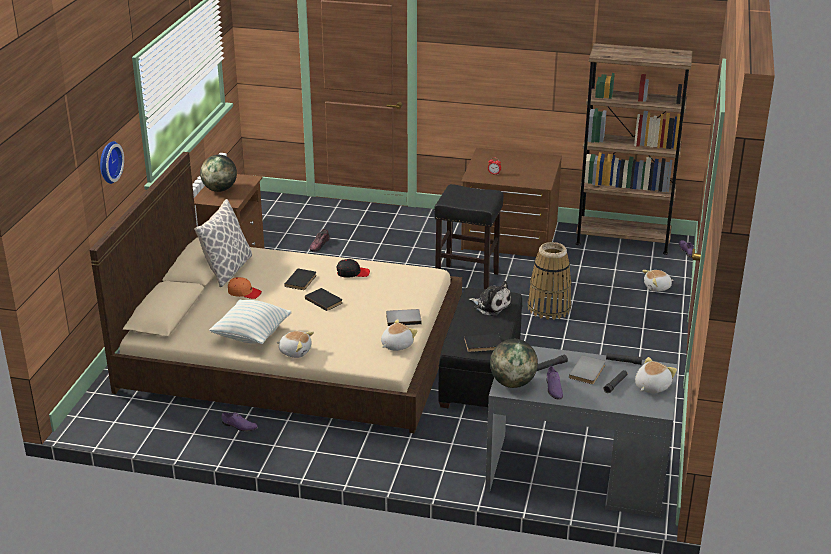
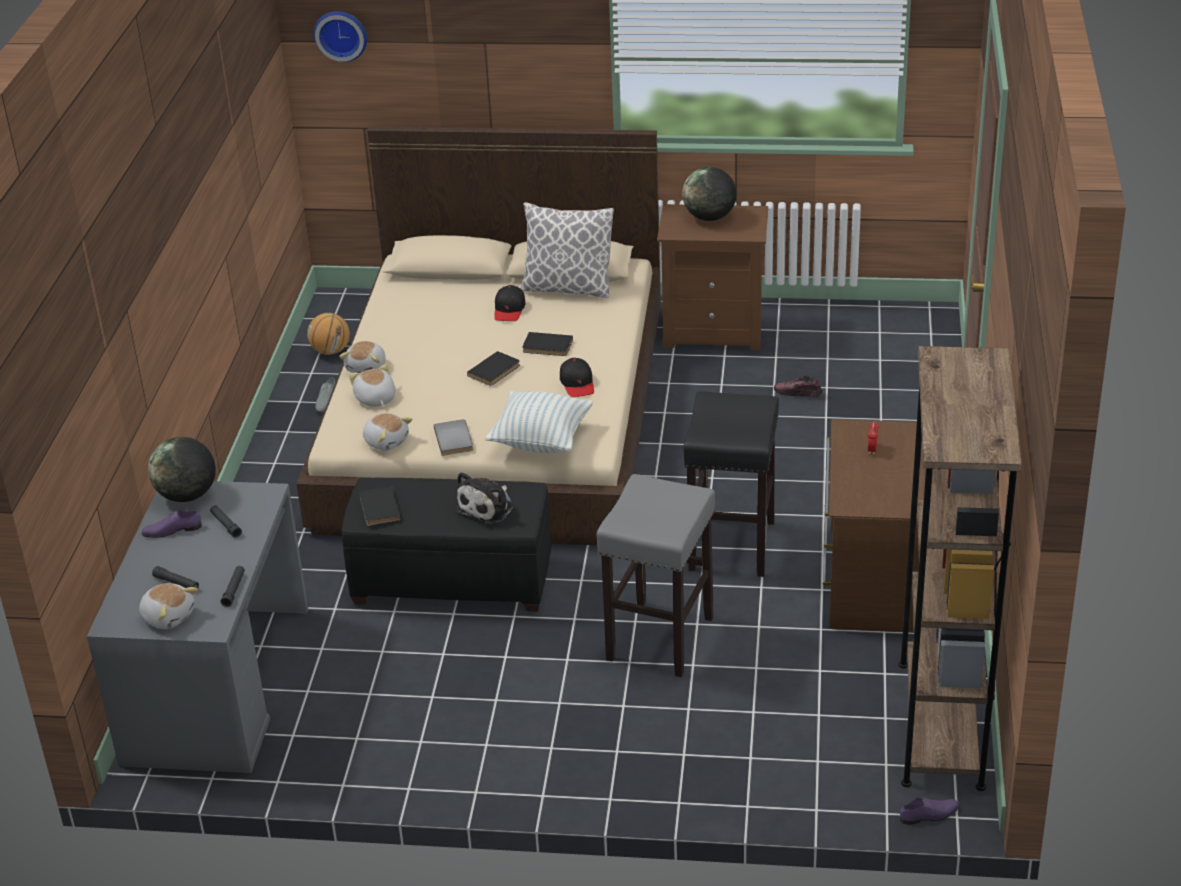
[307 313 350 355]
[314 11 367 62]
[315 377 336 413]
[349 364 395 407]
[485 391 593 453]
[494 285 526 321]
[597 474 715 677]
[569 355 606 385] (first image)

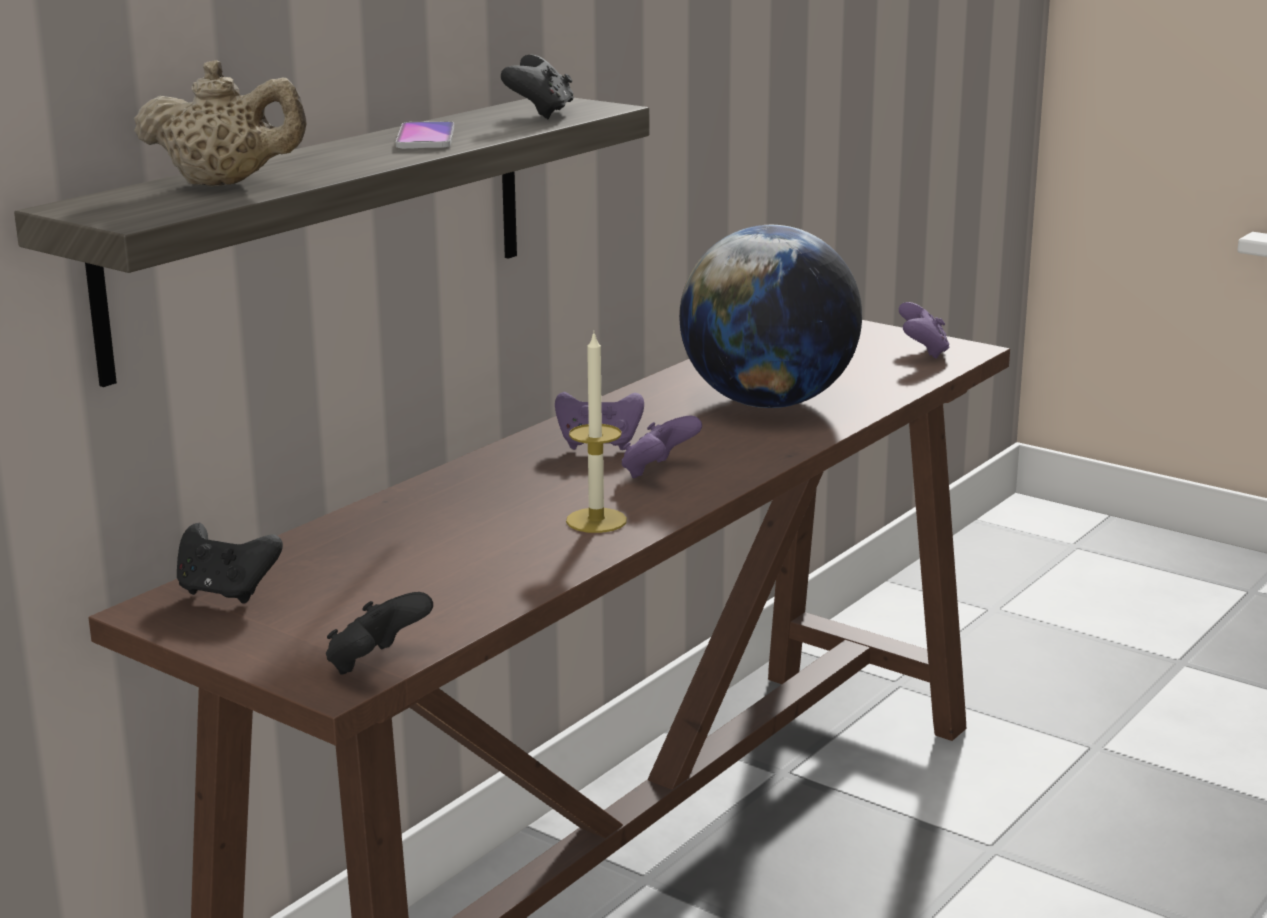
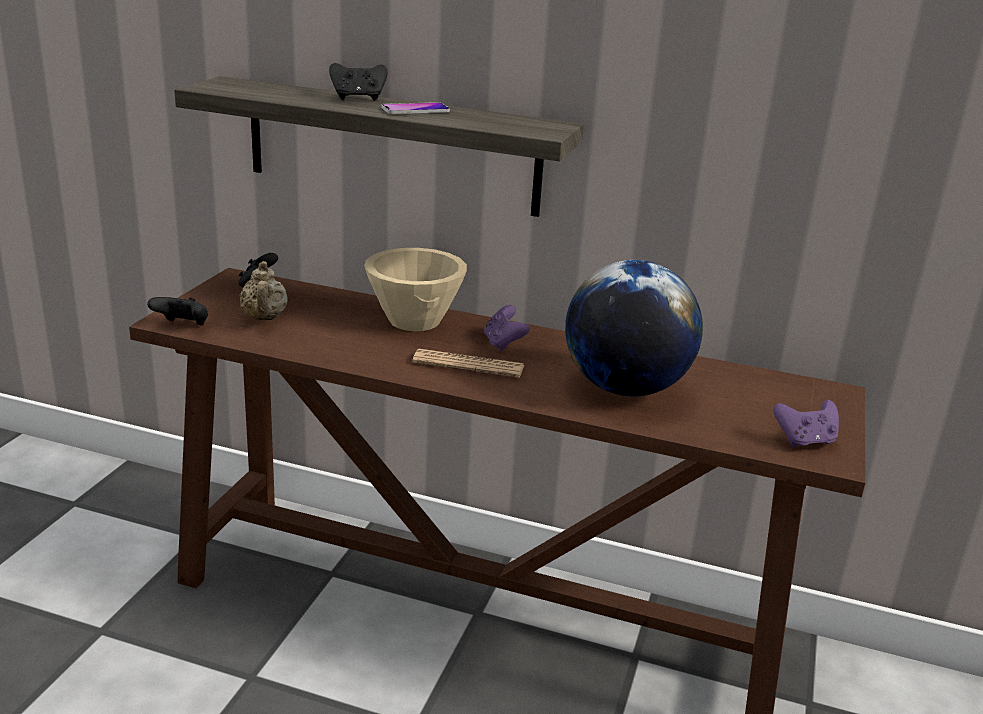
[240 261 288 320]
[329 63 388 101]
[364 248 467 331]
[412 349 524 378]
[566 332 627 533] (first image)

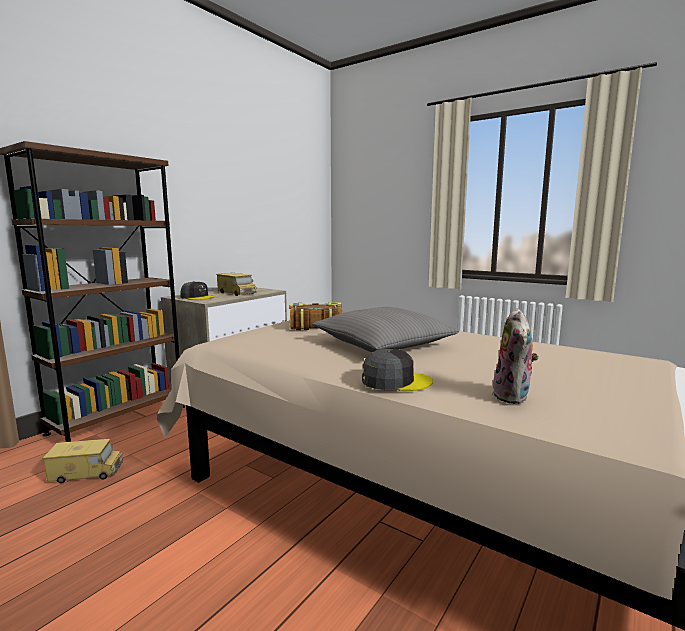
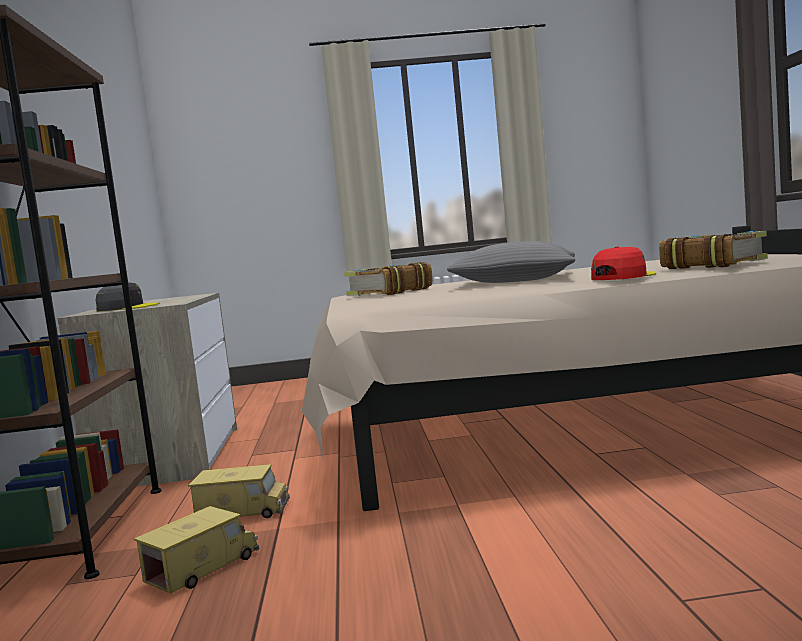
[188 464 290 518]
[591 246 656 280]
[659 231 768 269]

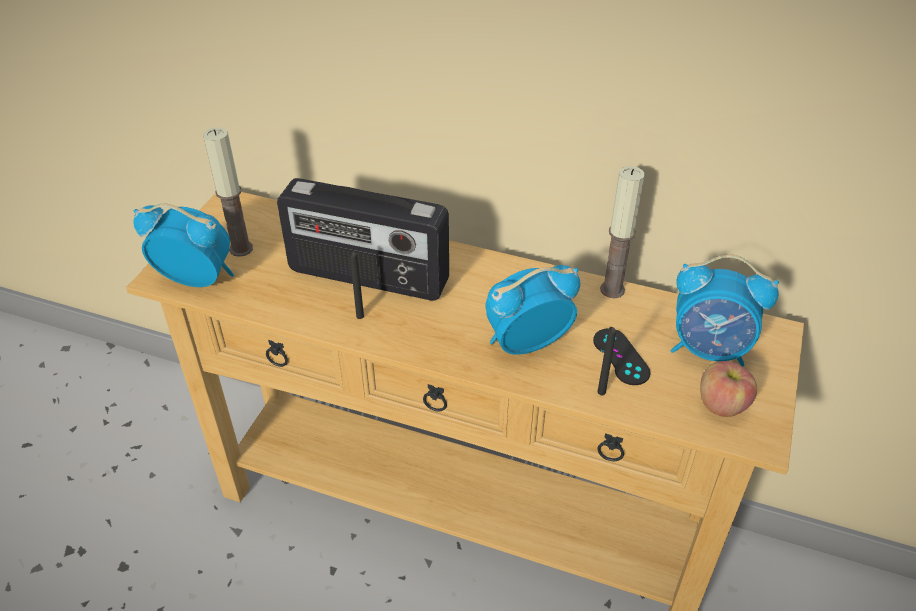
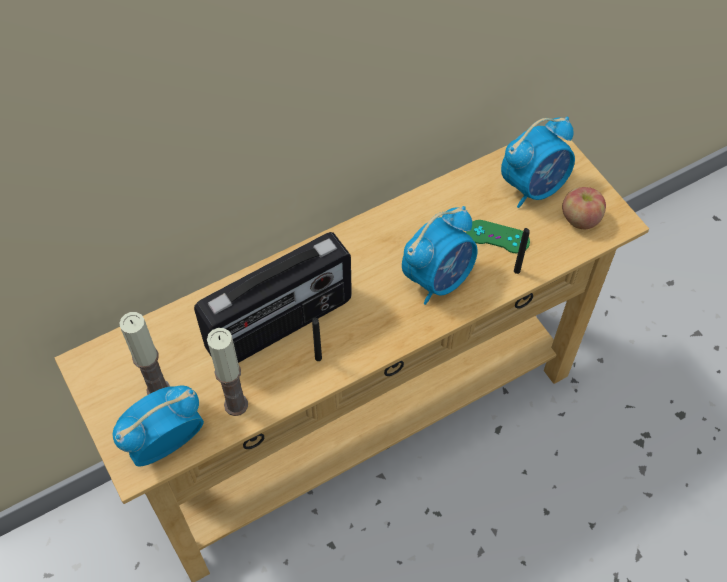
[207 328 248 416]
[402 206 478 305]
[466 220 530 253]

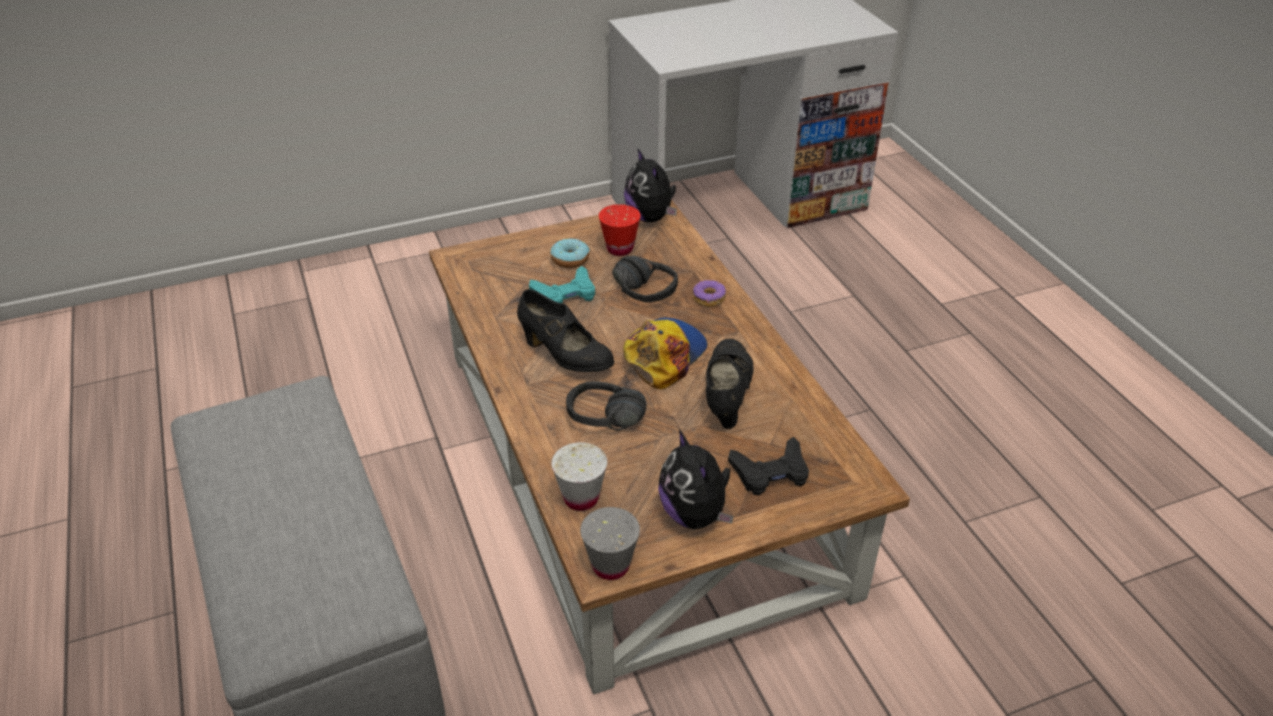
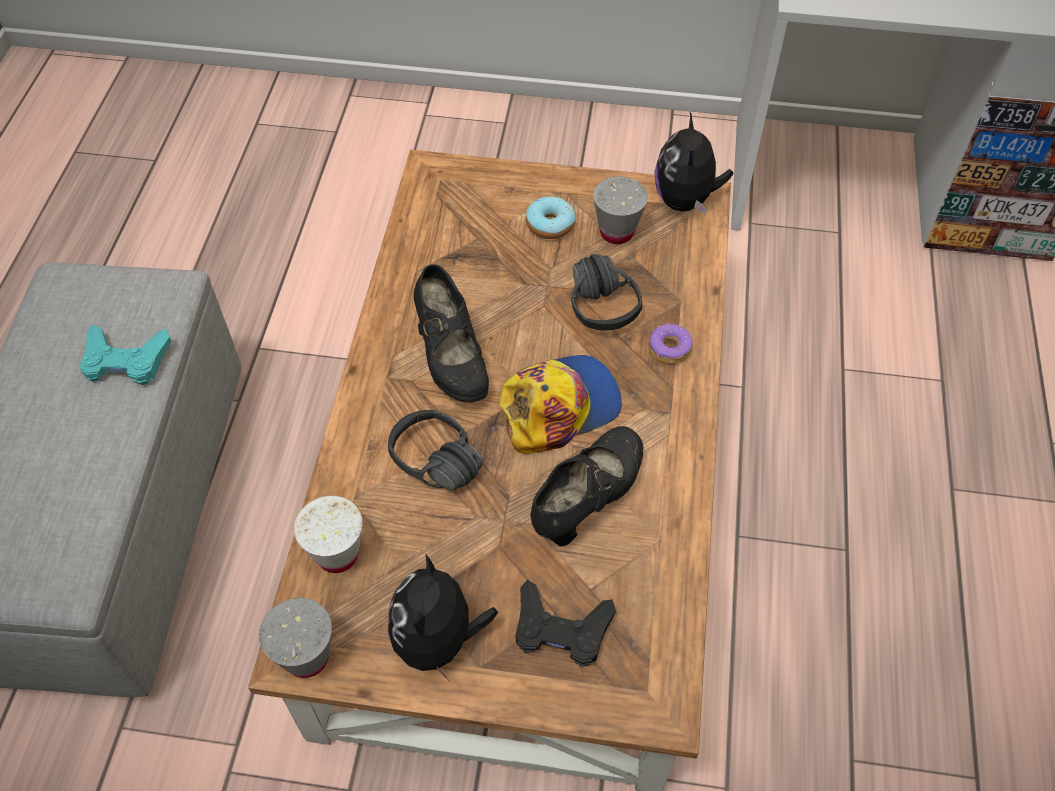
[80 325 171 385]
[593 176 648 244]

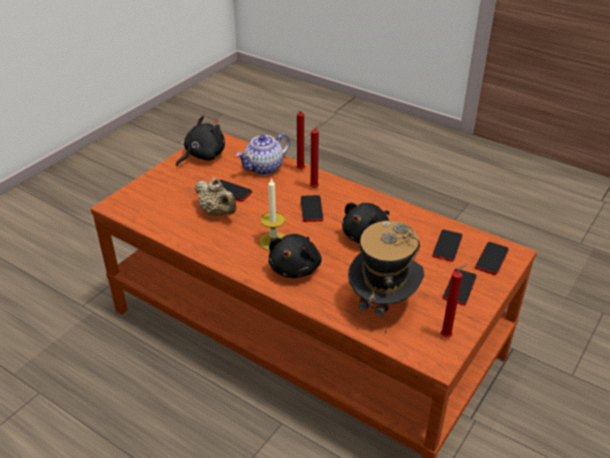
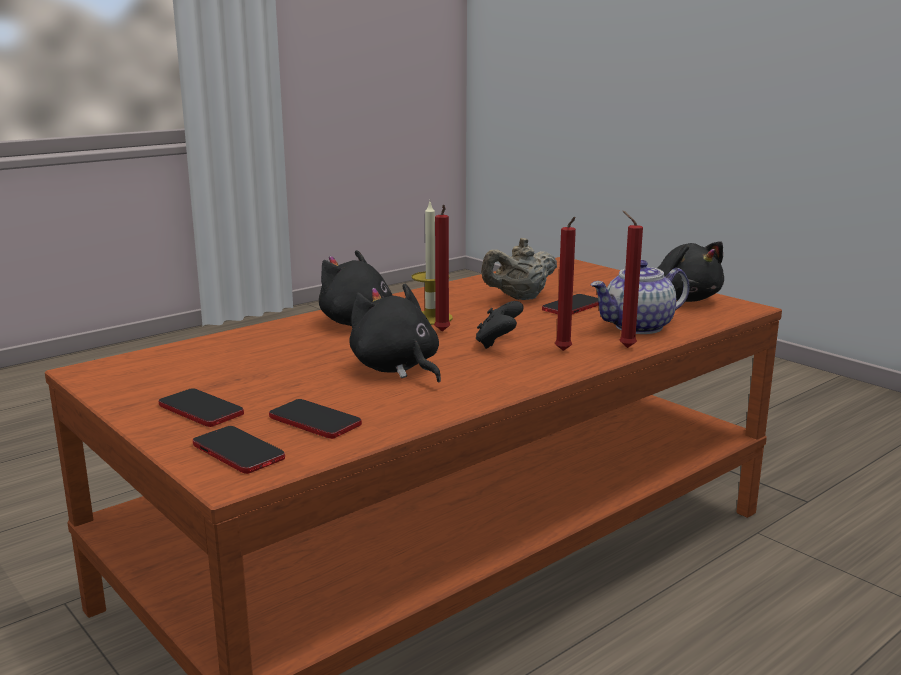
[434 205 450 331]
[476 301 524 349]
[590 260 690 334]
[348 221 424 334] (first image)

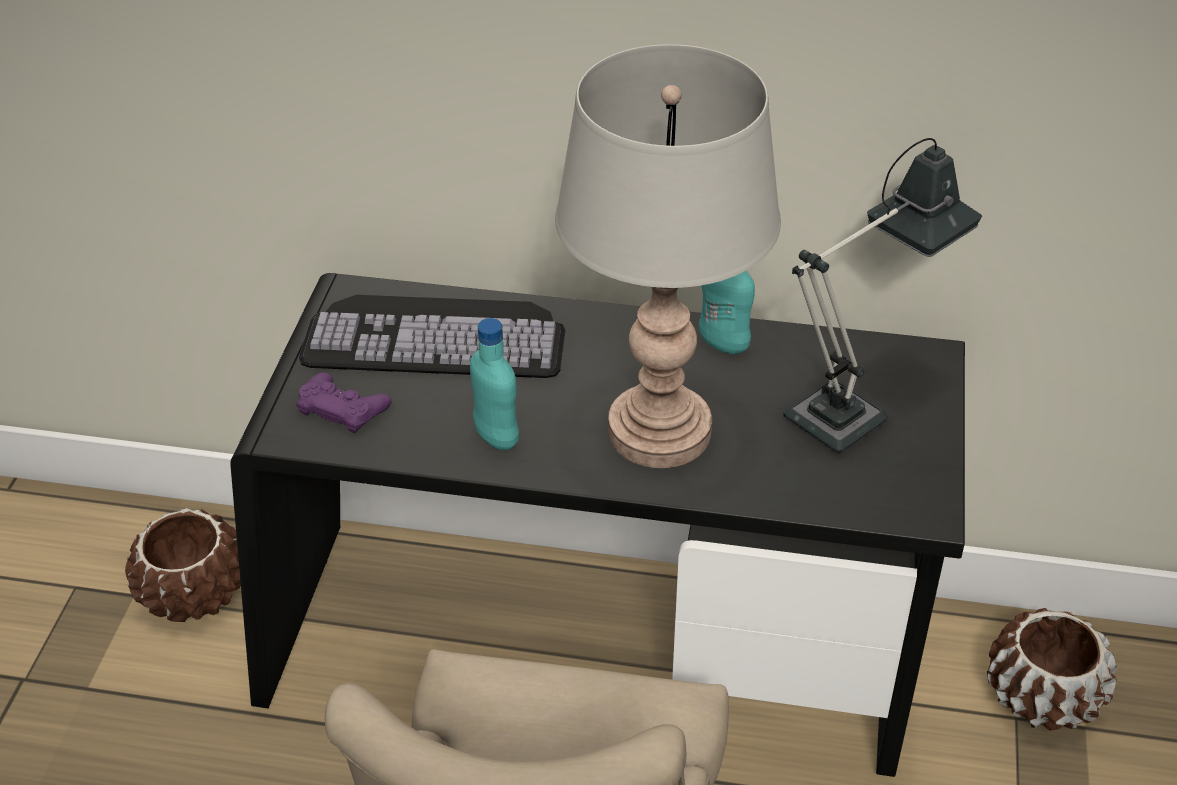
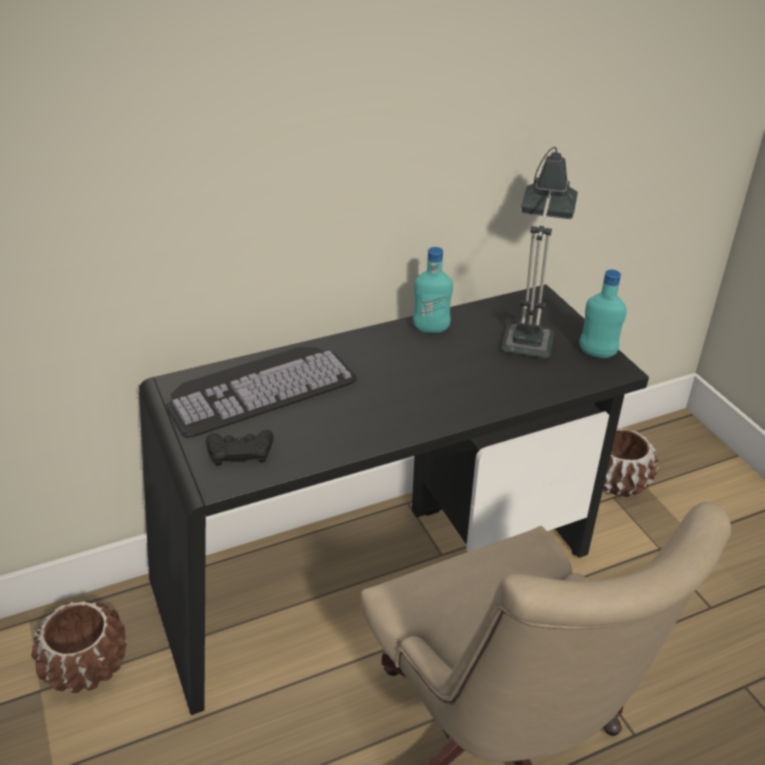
[206 430 273 466]
[579 270 627 358]
[555 44 781 468] (first image)

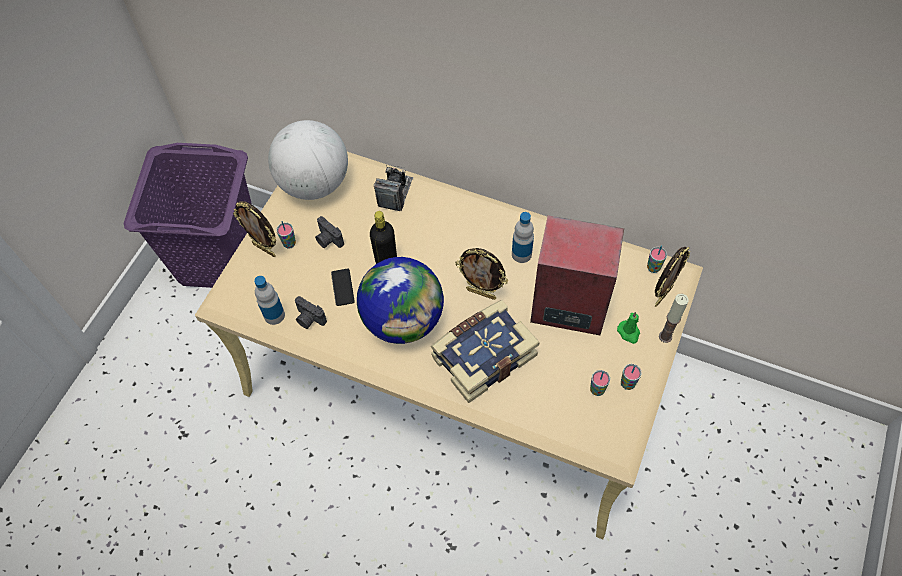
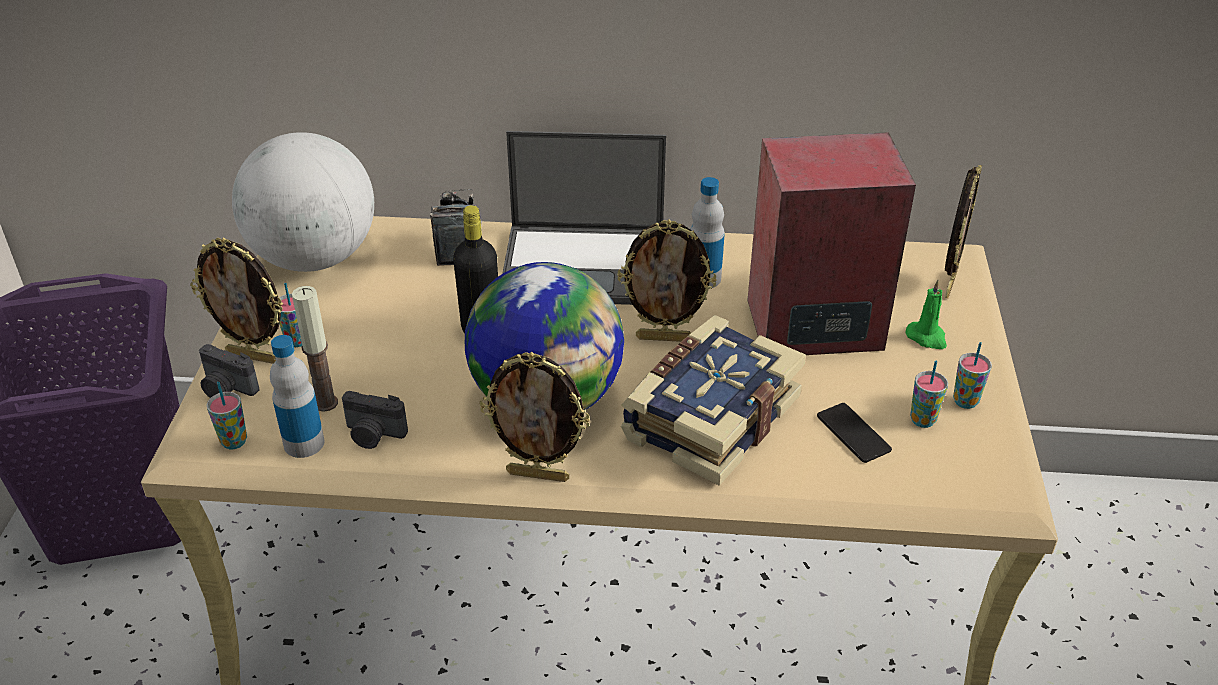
[199 344 260 398]
[207 382 247 449]
[292 286 338 412]
[480 352 590 482]
[502 131 666 305]
[817 403 892 463]

